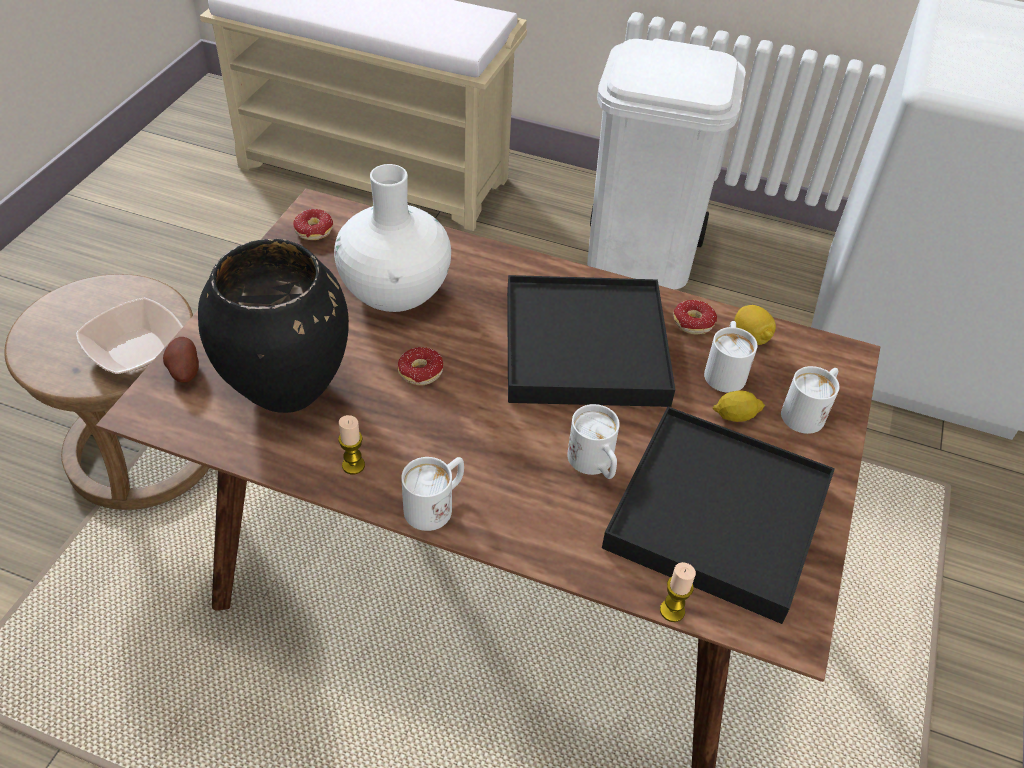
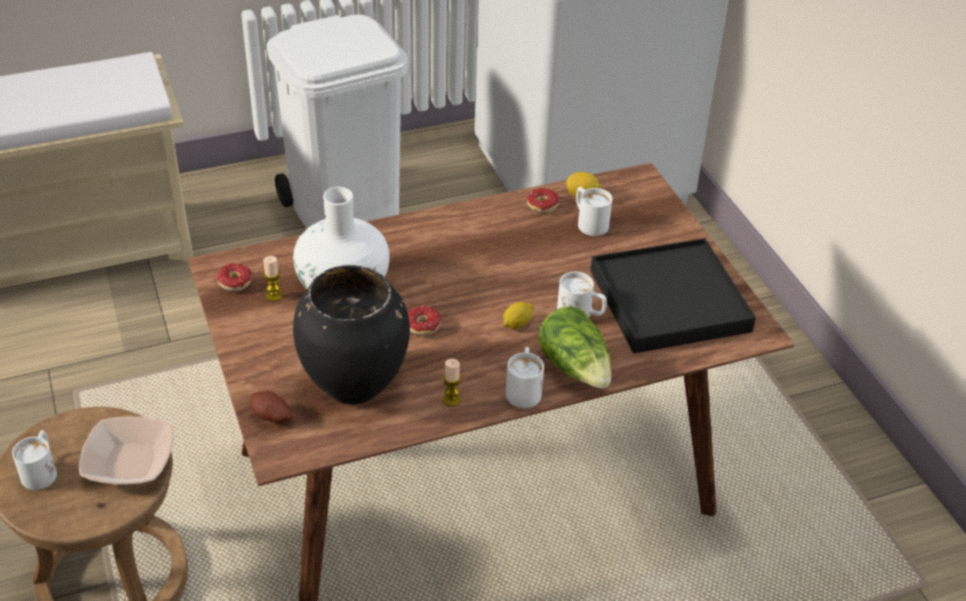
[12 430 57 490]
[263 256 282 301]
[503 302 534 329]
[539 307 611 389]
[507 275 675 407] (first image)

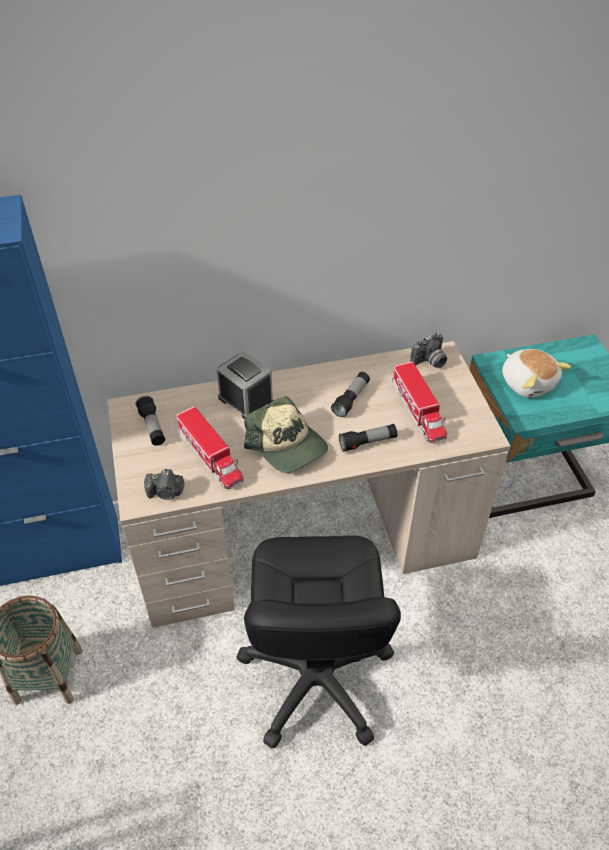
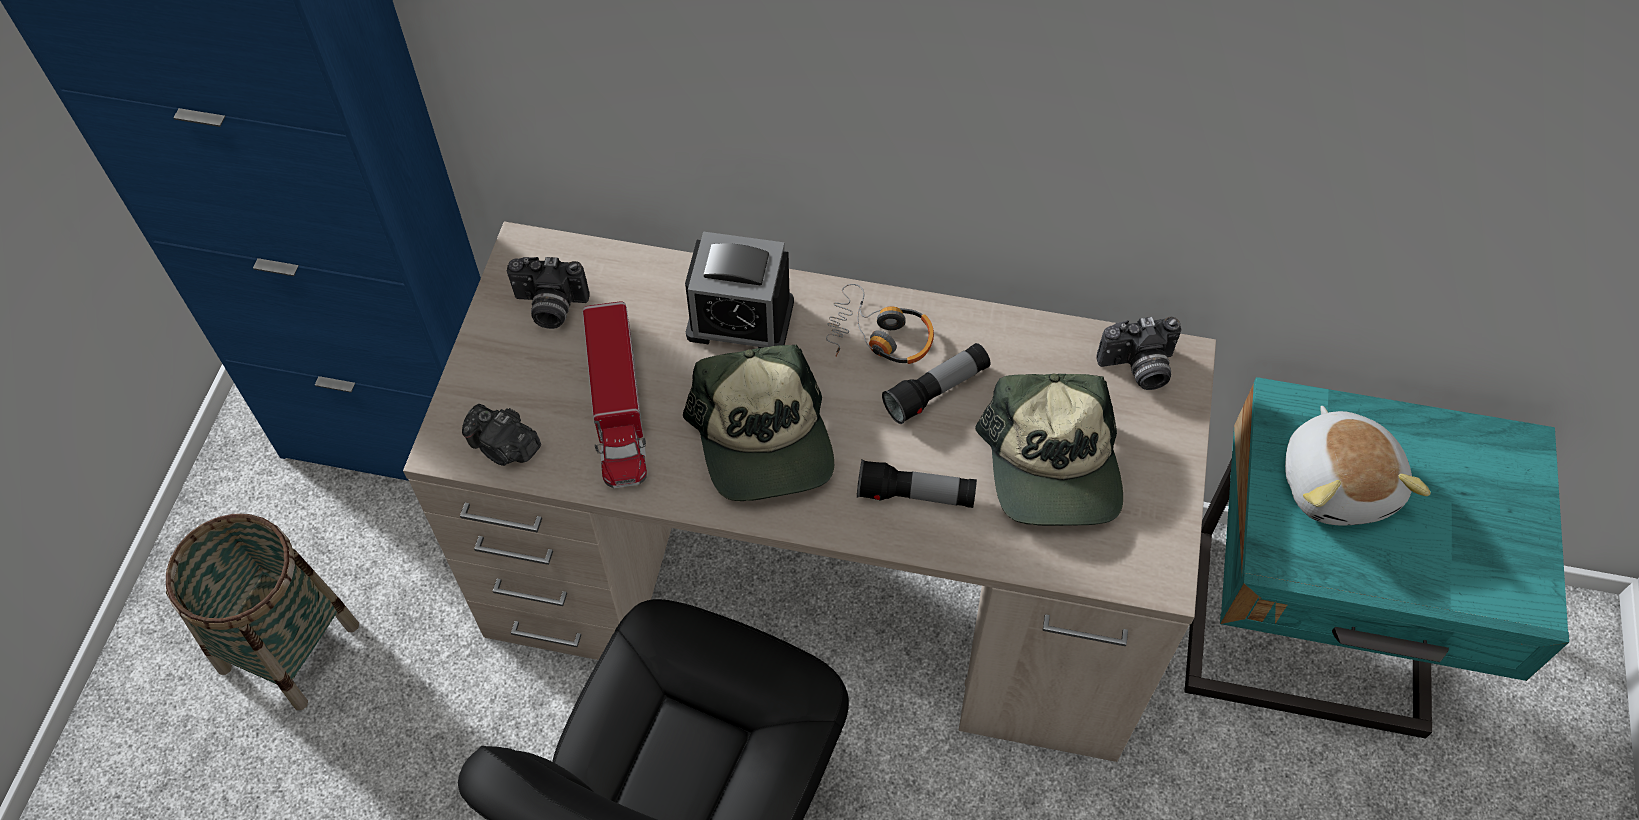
[507 257 590 329]
[685 231 794 348]
[826 284 934 364]
[975 374 1123 526]

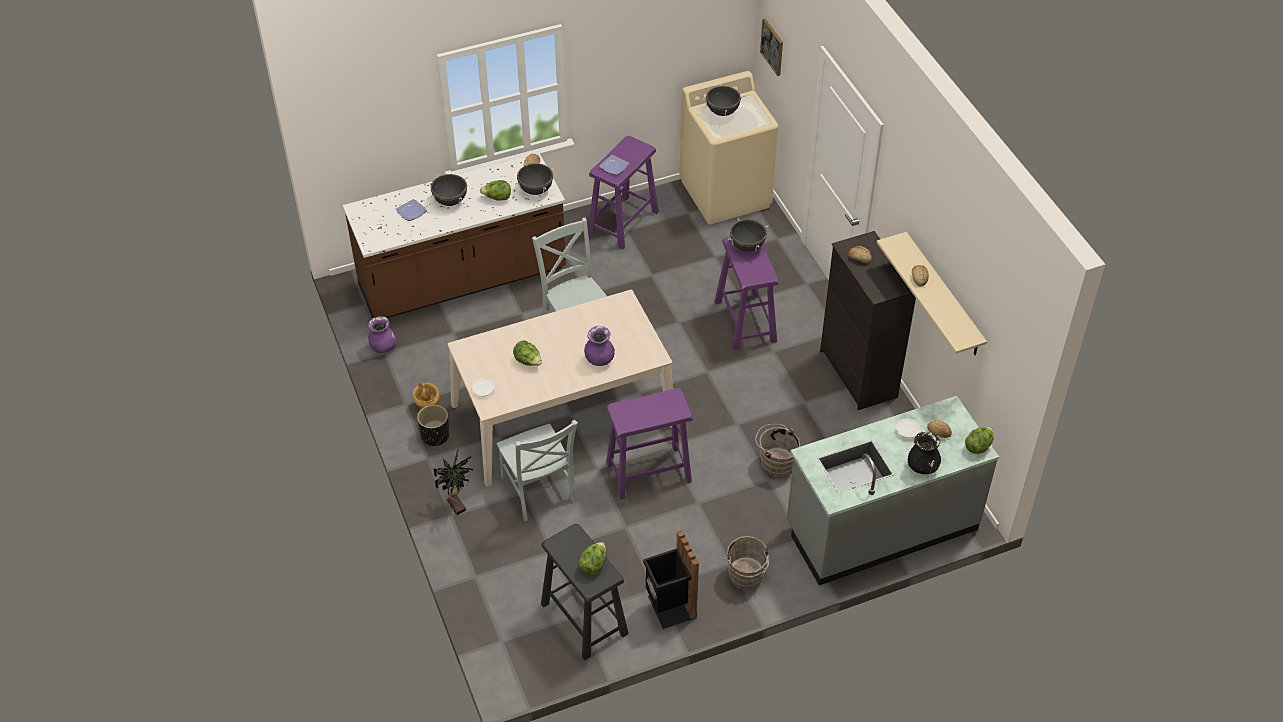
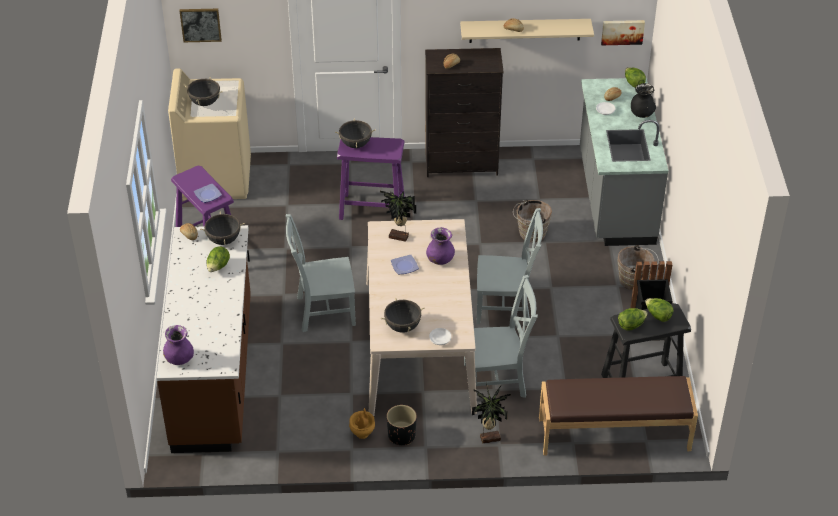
[163 325 194 365]
[380 191 416 242]
[381 297 425 333]
[391 255 419 274]
[476 208 543 326]
[539 376 698 455]
[601 20 645 45]
[618 308 648 330]

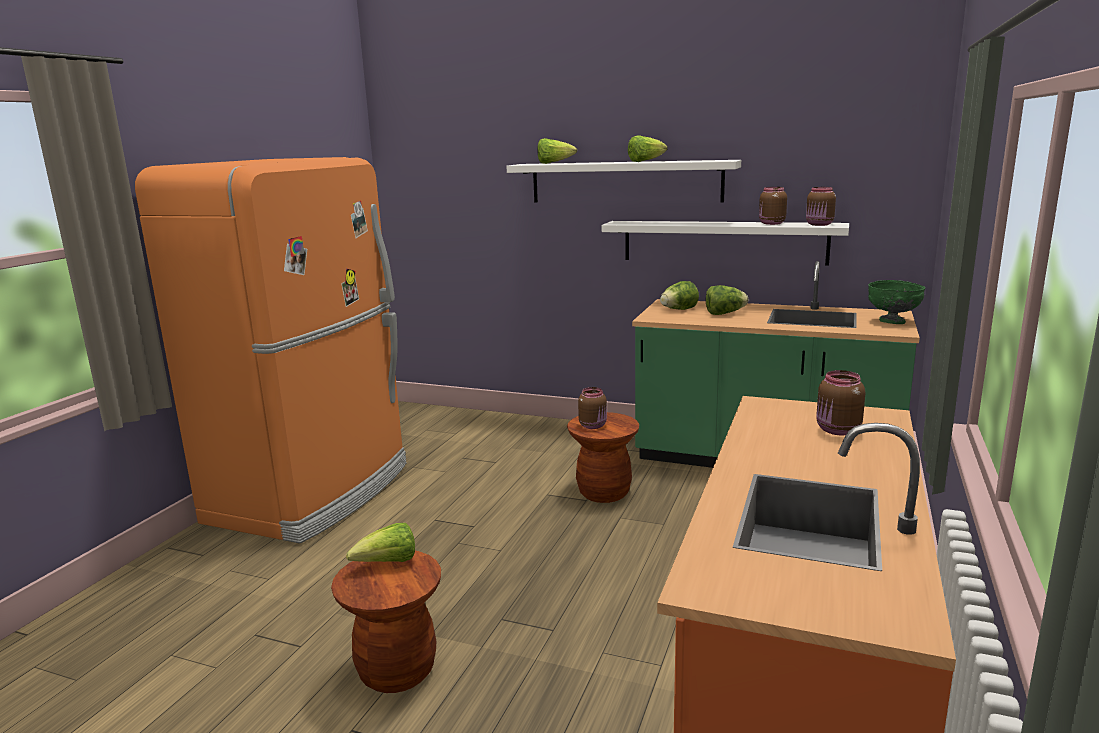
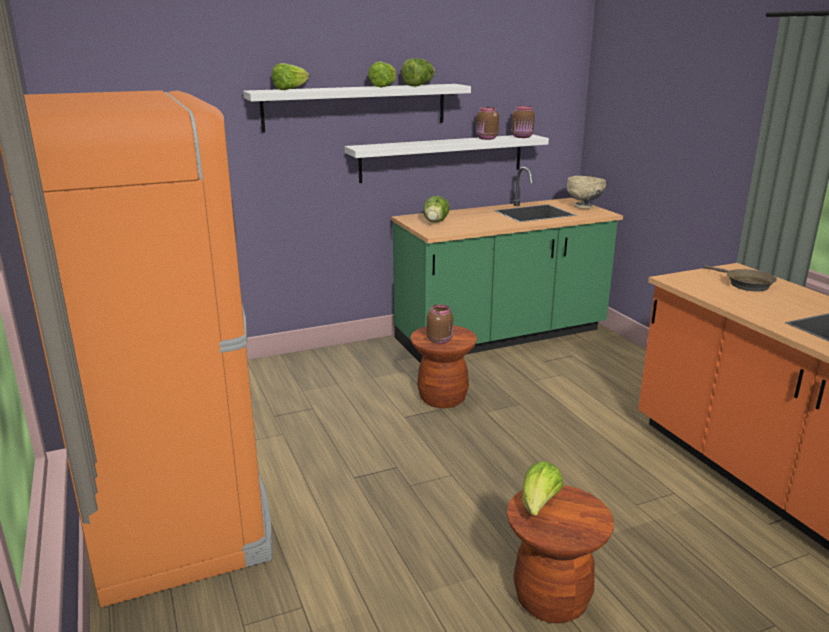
[401 58 435 86]
[567 176 606 209]
[704 265 777 291]

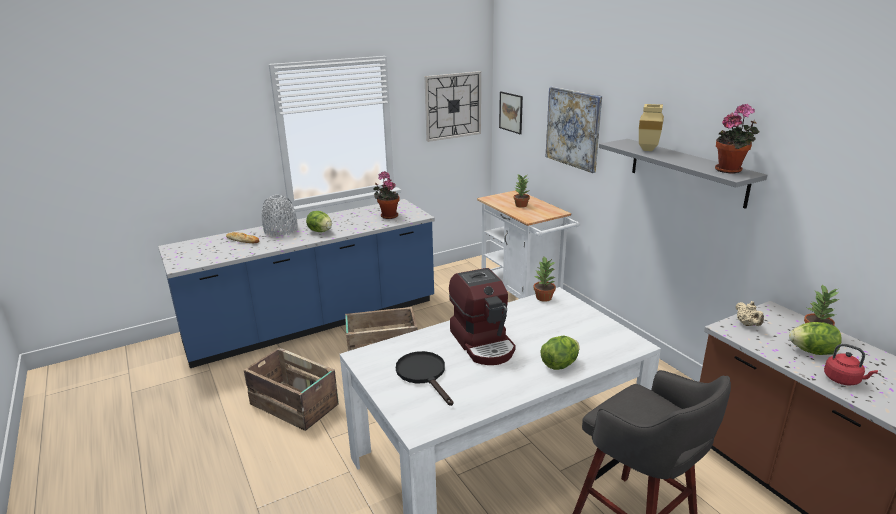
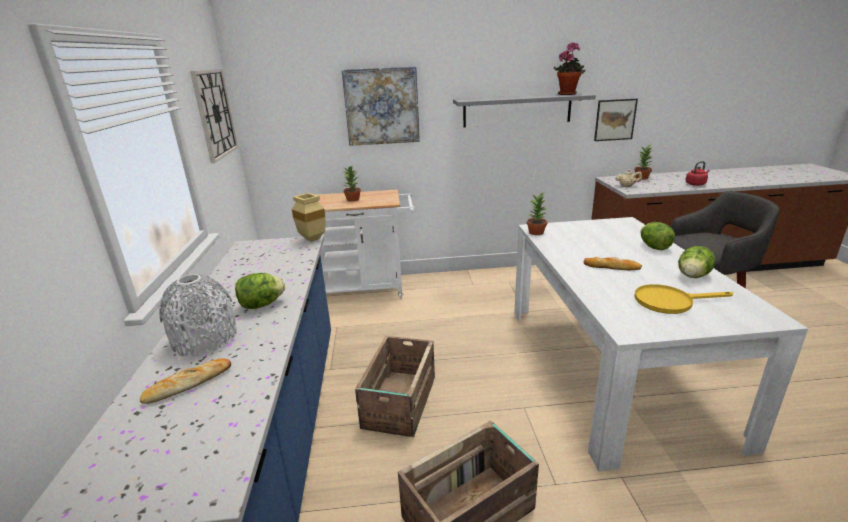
[292 193 326 242]
[584 257 642 270]
[594 99 638 141]
[635 284 733 314]
[678 246 715 278]
[374 171 399 219] (first image)

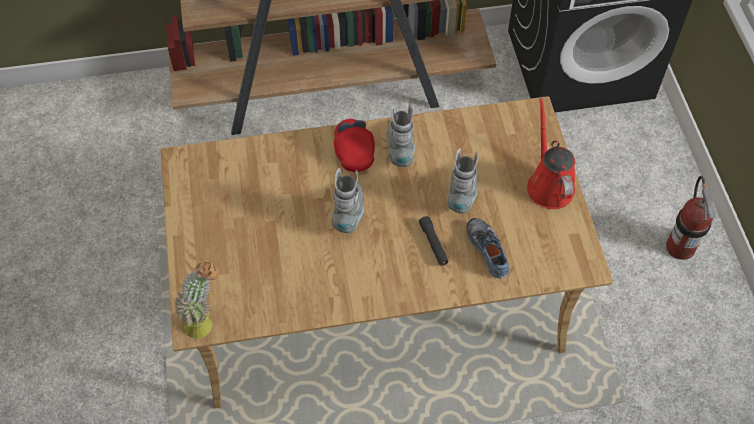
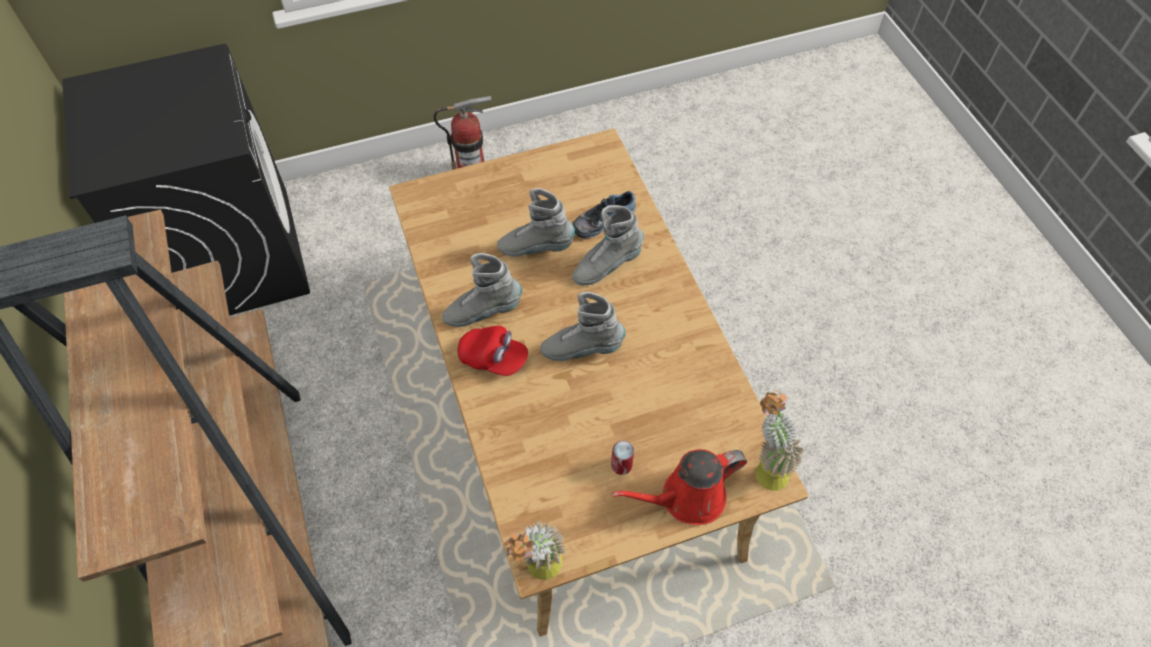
[458 326 528 376]
[504 520 566 580]
[572 205 644 285]
[611 441 634 475]
[612 449 747 525]

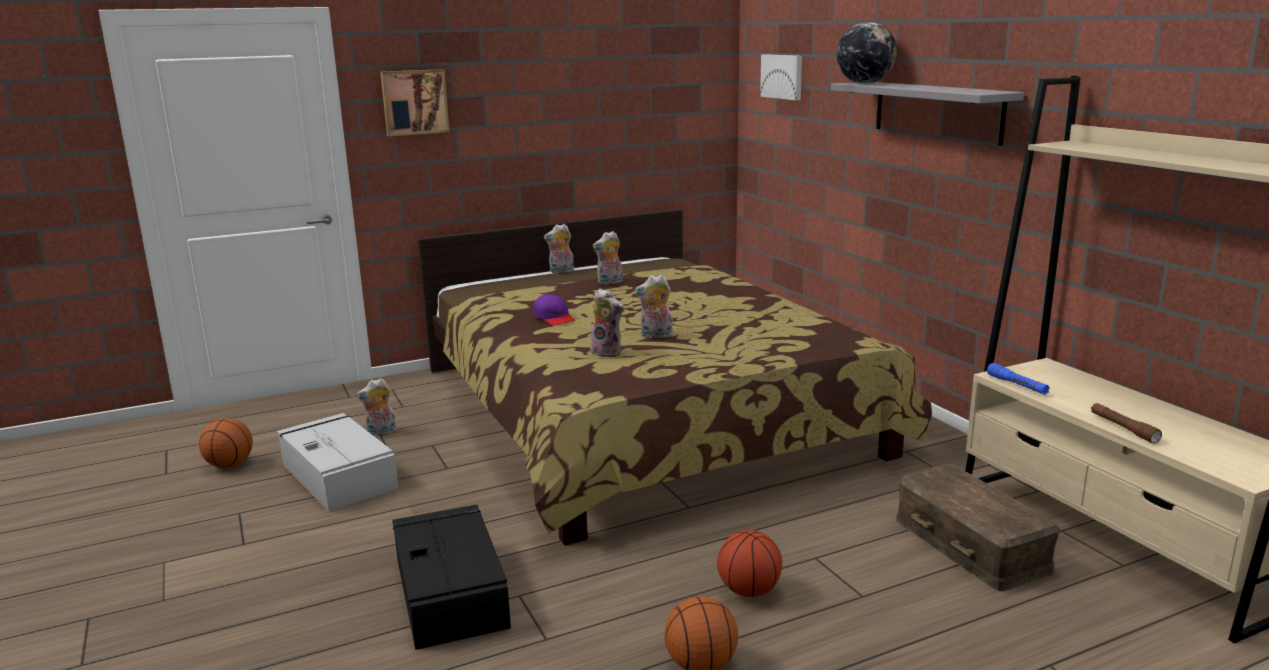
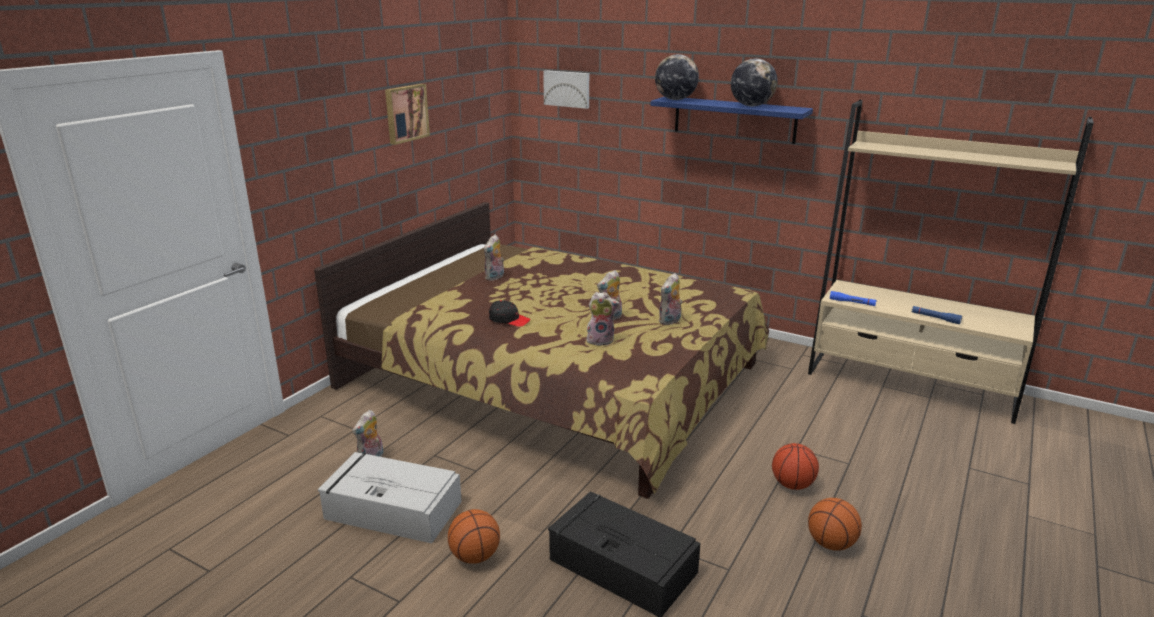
[385 84 430 145]
[448 509 500 564]
[489 300 531 327]
[650 97 813 144]
[659 273 682 325]
[731 58 778 106]
[911 306 962 324]
[896 464 1061 591] (first image)

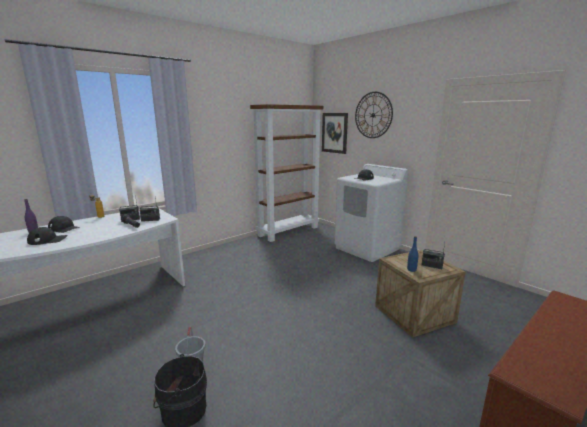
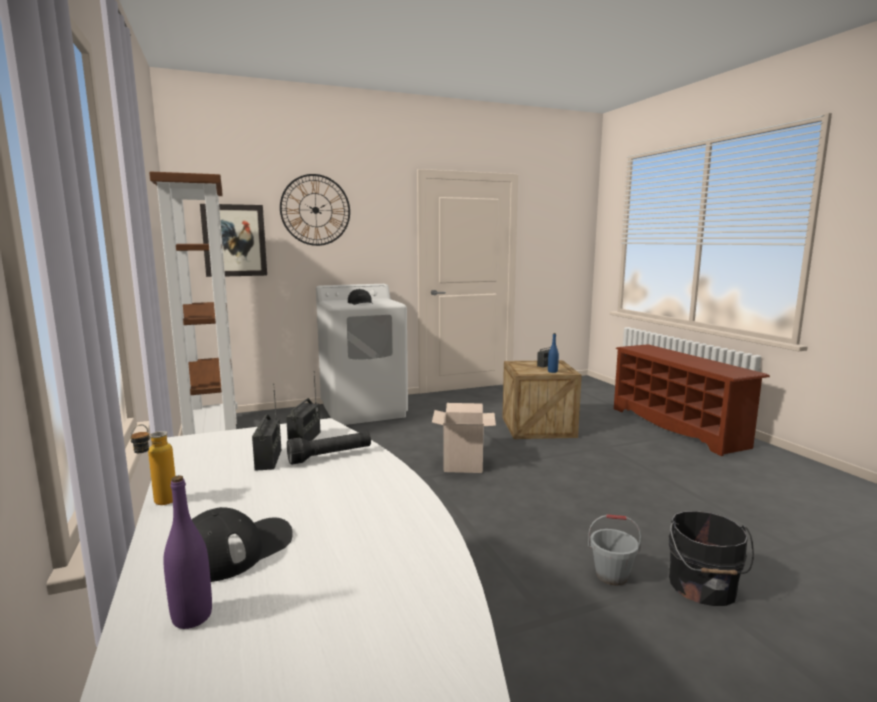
[432 403 496 473]
[27 227 68 245] (first image)

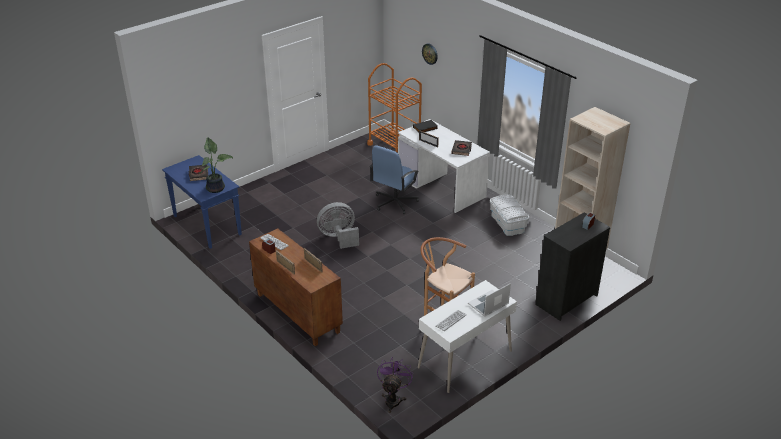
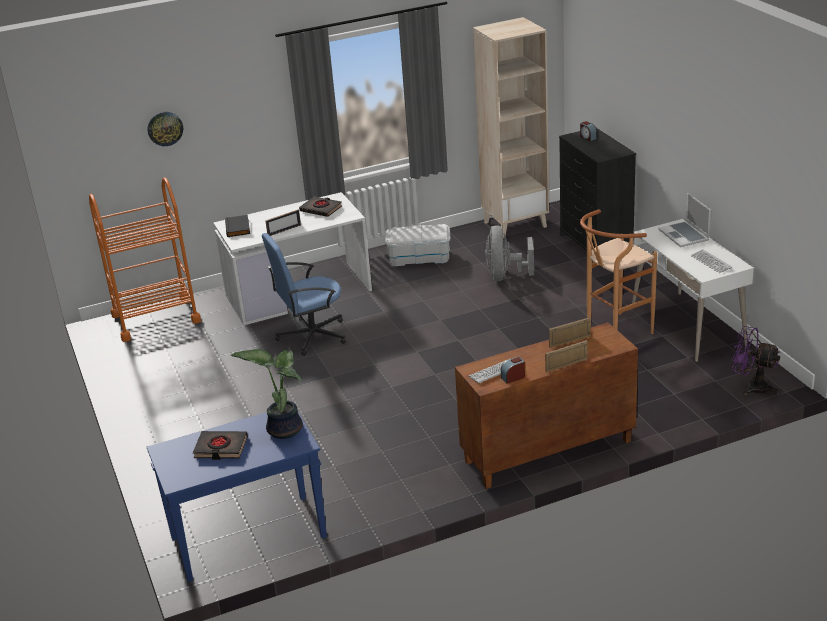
[262 233 346 356]
[485 225 534 281]

